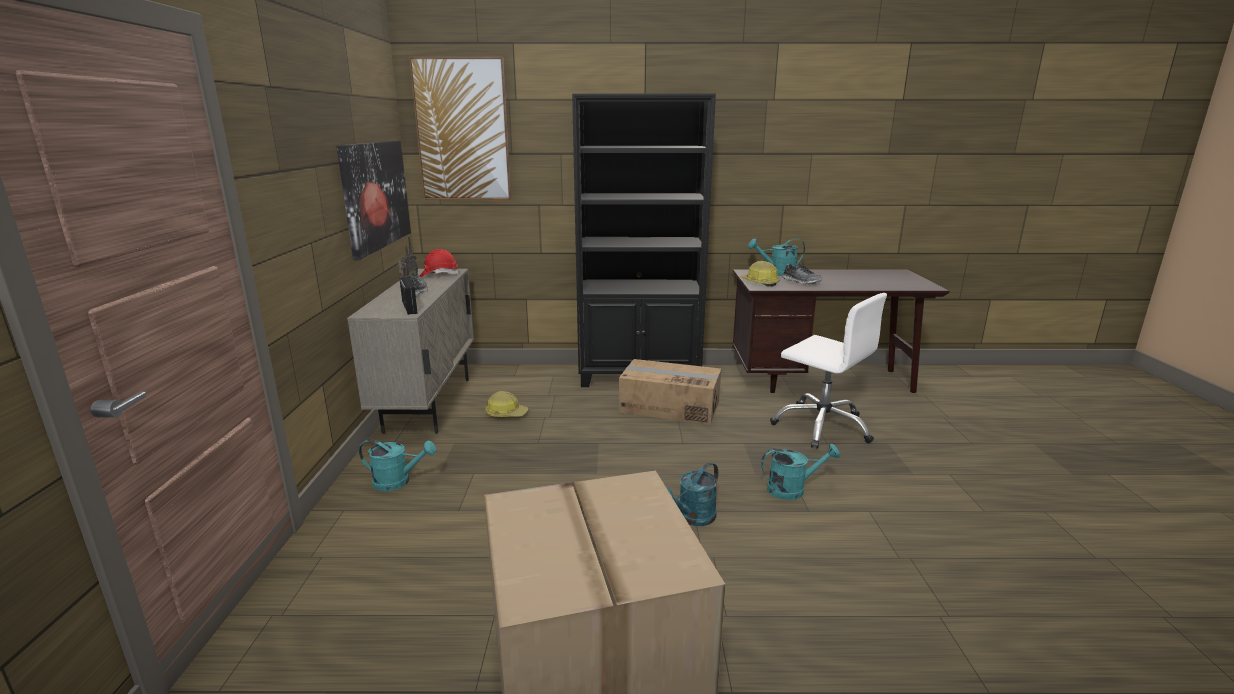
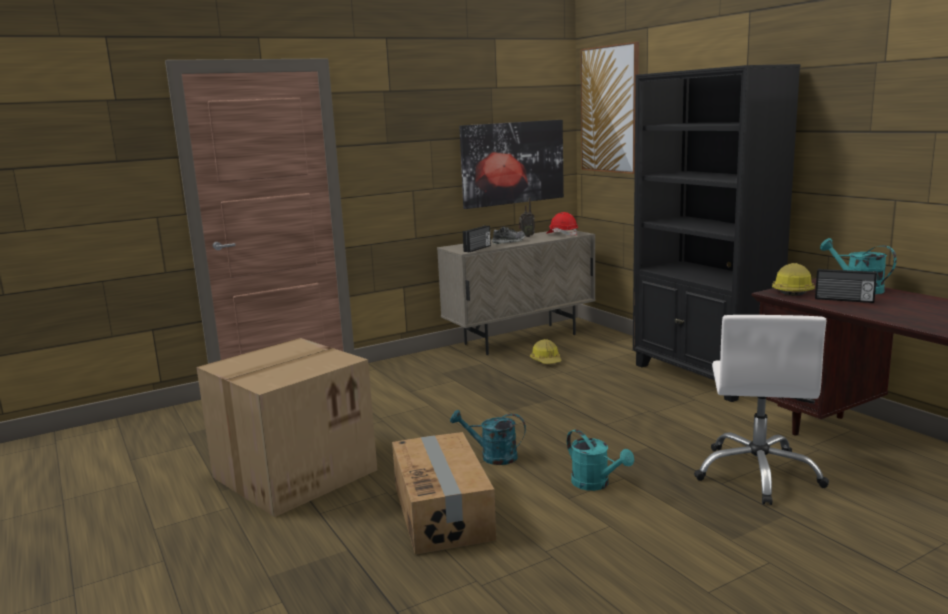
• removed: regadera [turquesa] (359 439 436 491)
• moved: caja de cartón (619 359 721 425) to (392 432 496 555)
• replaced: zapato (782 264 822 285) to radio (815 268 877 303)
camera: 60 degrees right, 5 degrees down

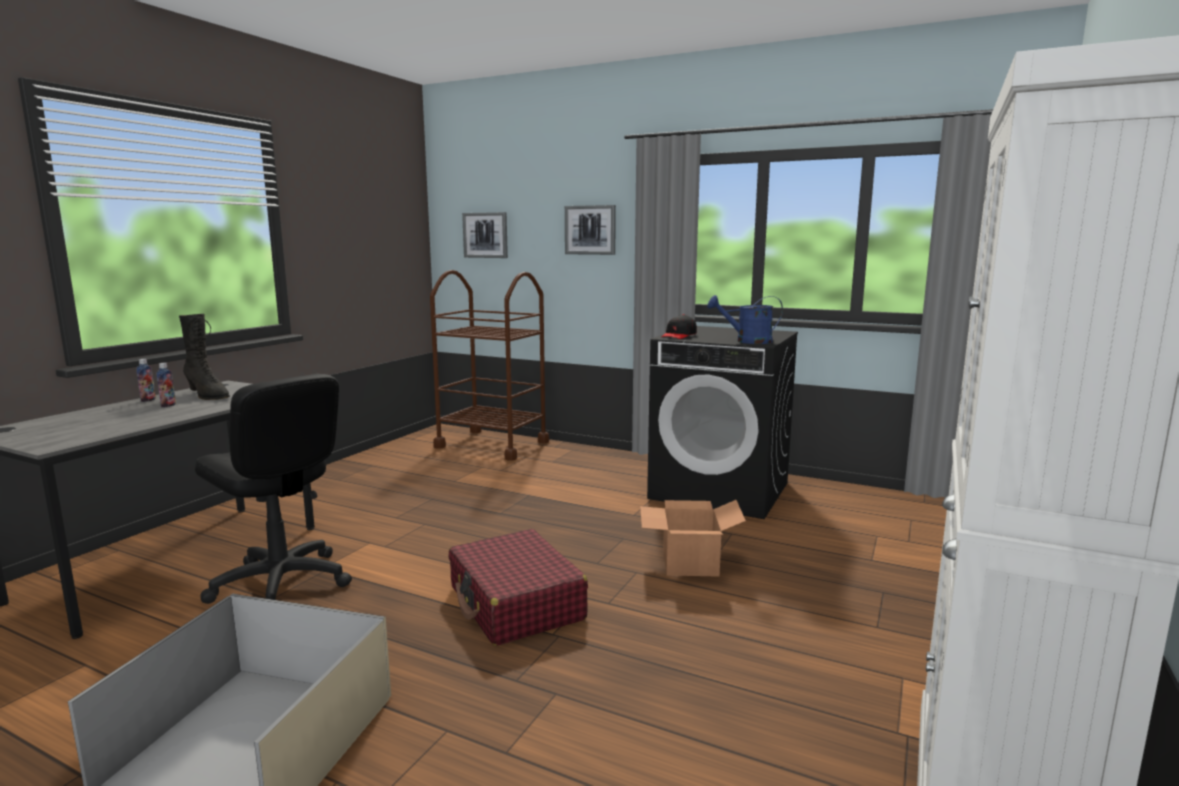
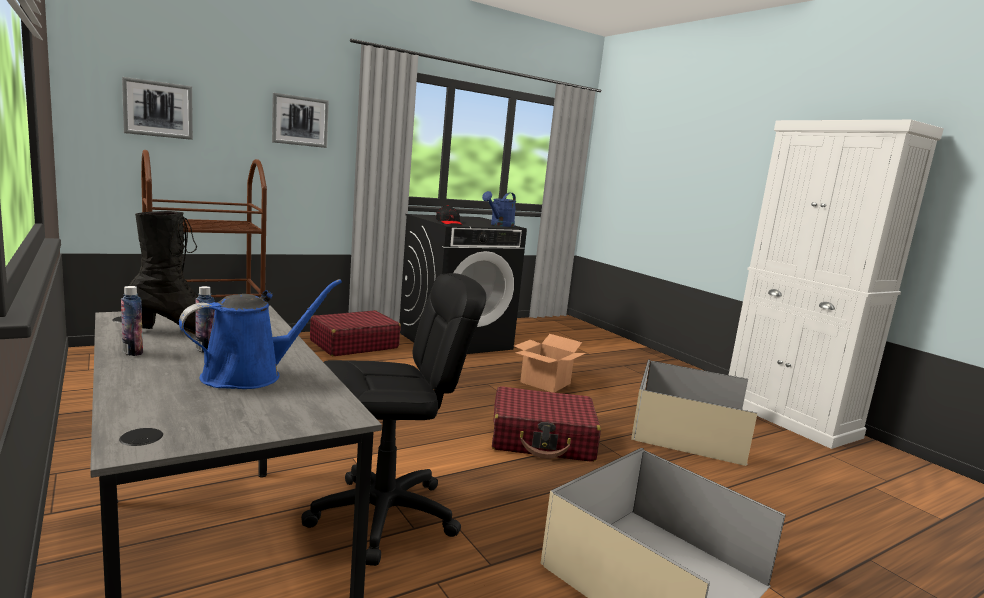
• added: regadera [azul] (179 279 342 389)
• added: maleta [rojo] (310 310 401 356)
• added: caja de almacenaje [beis] (631 359 757 466)
camera: 60 degrees left, 0 degrees up

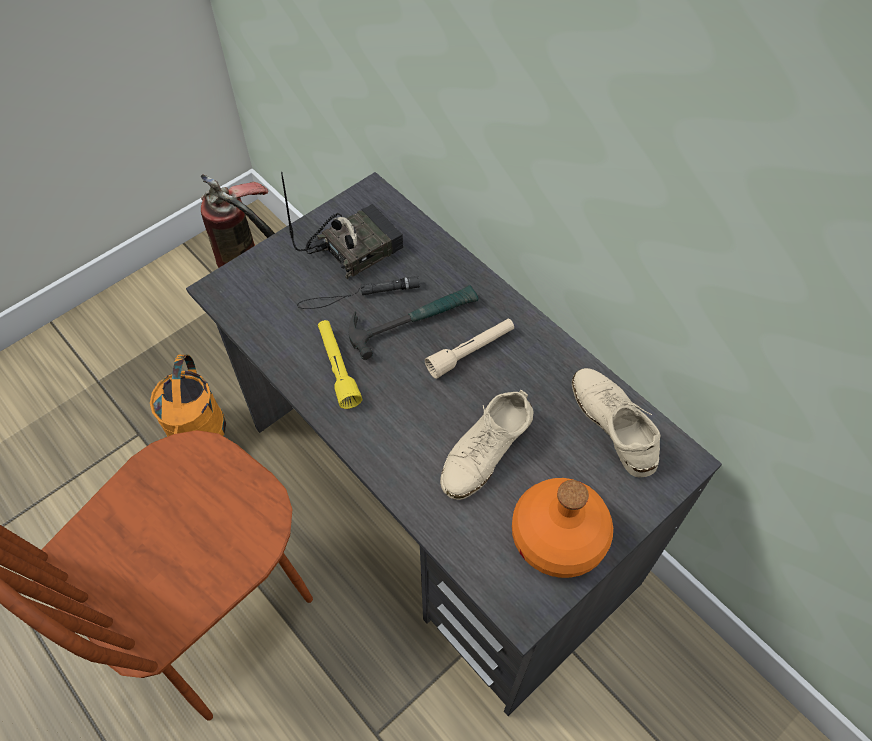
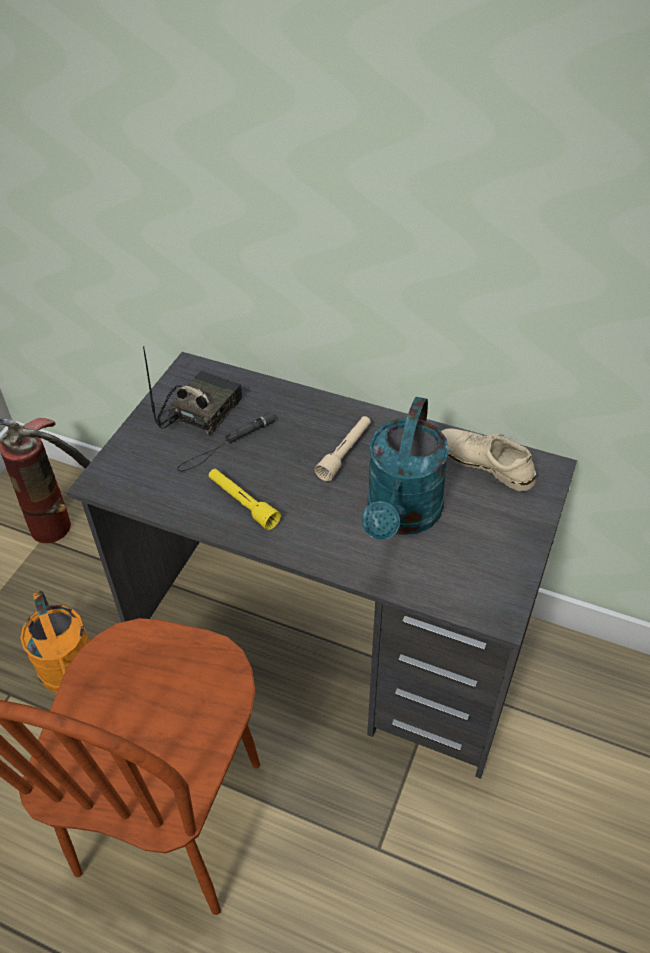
• removed: martillo (348 285 478 360)
• replaced: zapato [beis] (440 390 534 500) to regadera [turquesa] (362 397 449 540)
• removed: botella [naranja] (512 478 613 578)
camera: 25 degrees left, 10 degrees down

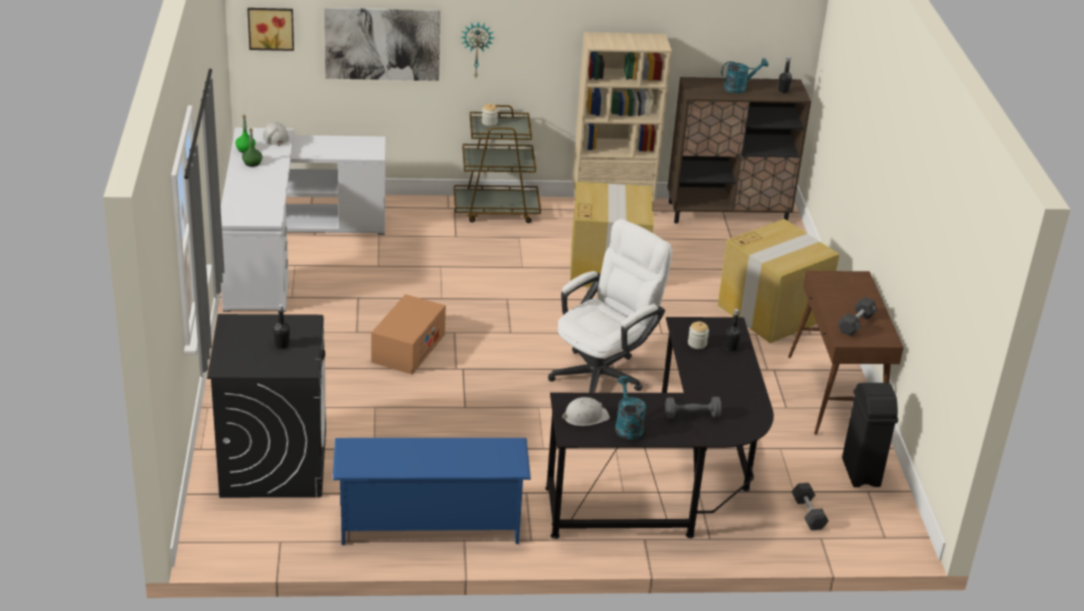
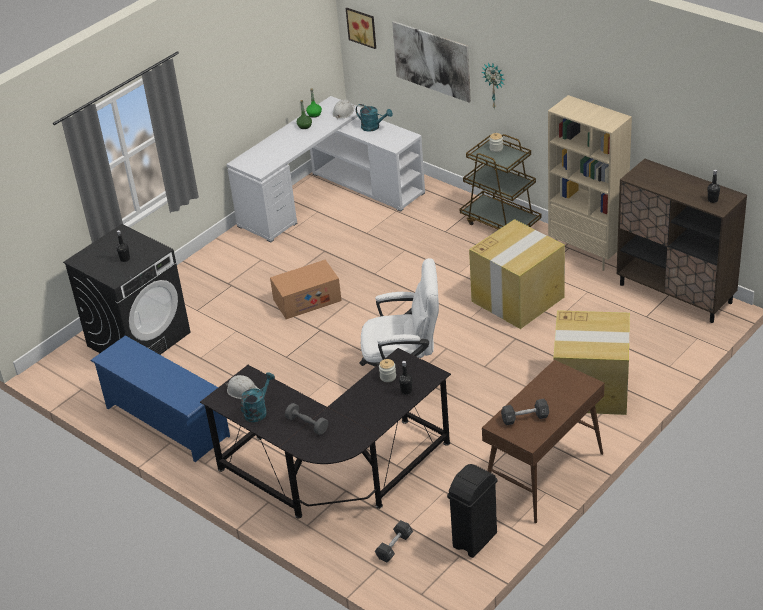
• moved: regadera [turquesa] (721 58 769 93) to (356 104 393 132)
camera: 50 degrees right, 5 degrees up

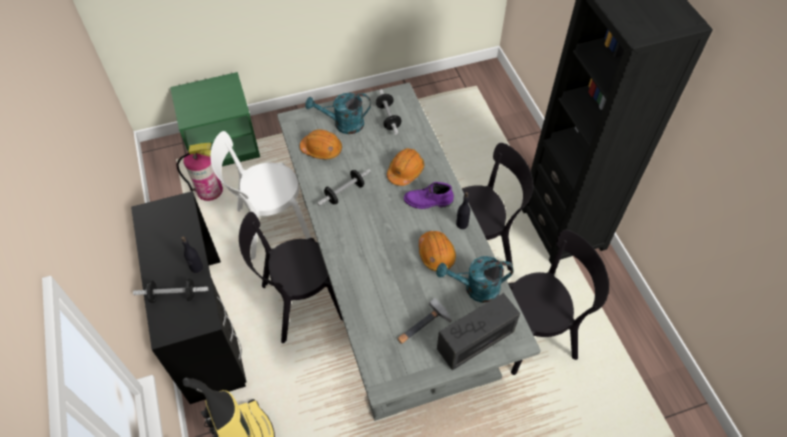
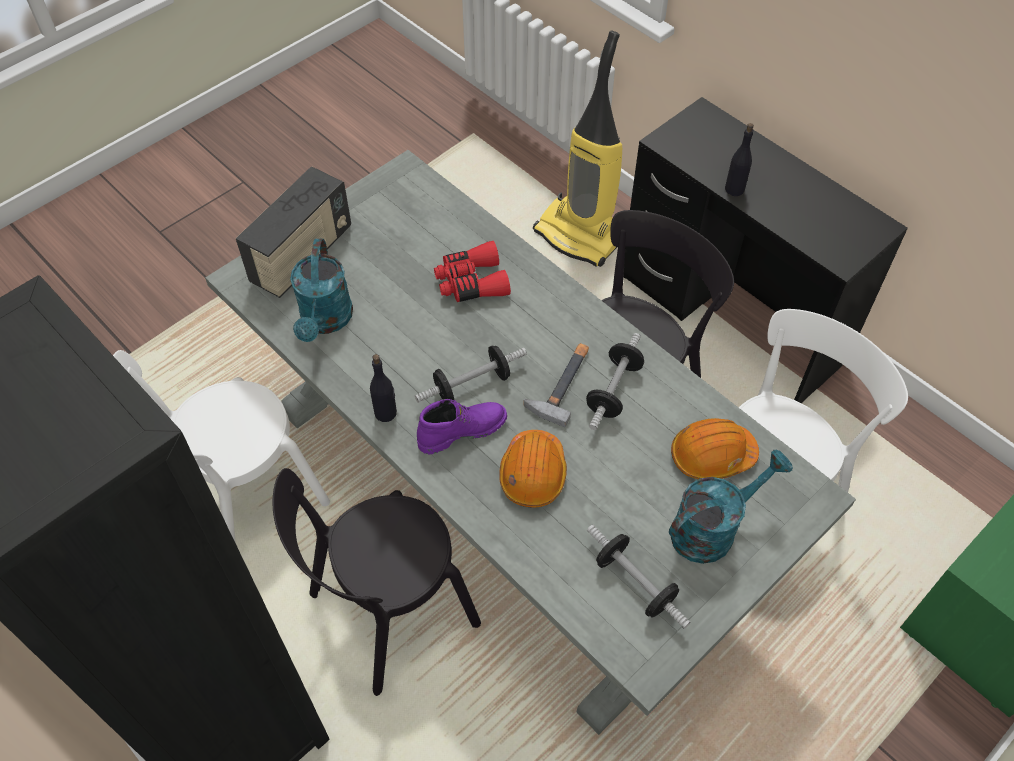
• moved: mancuerna (133 279 208 303) to (415 345 527 403)
• removed: extintor (176 143 223 201)
• moved: martillo (397 298 452 344) to (523 343 589 427)
• removed: casco [naranja] (419 231 456 271)
• turned: regadera [turquesa] (436 256 514 303) = (290 239 353 342) 120 degrees clockwise
• recoloured: silla [negro] (508 230 609 375) to silla [blanco] (113 350 330 543)
• added: prismáticos [rojo] (434 241 511 302)
camera: 155 degrees right, 0 degrees up

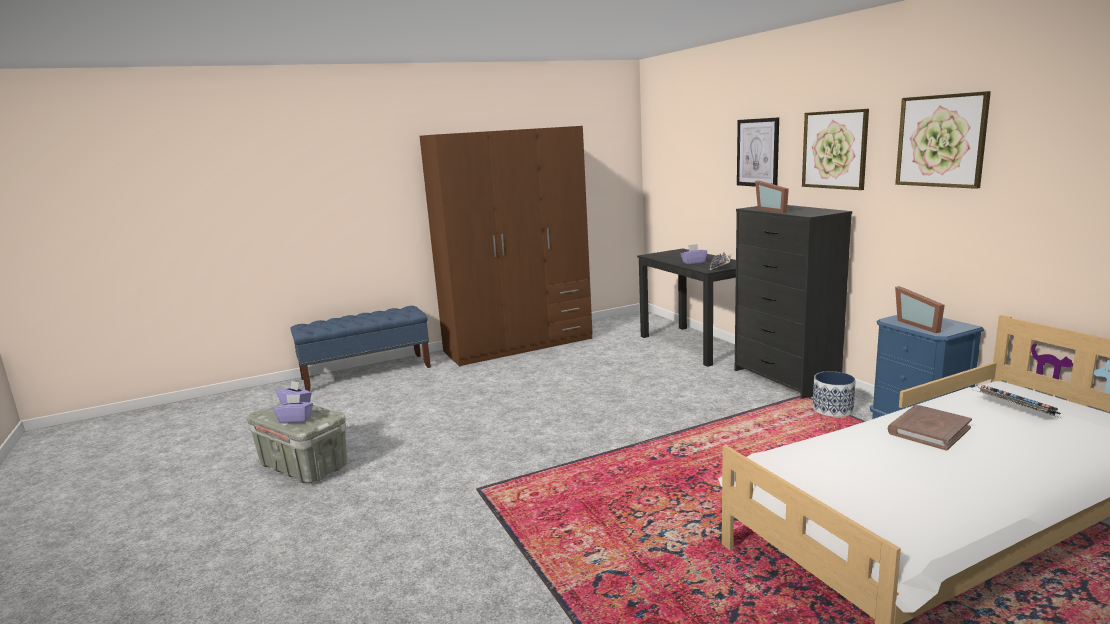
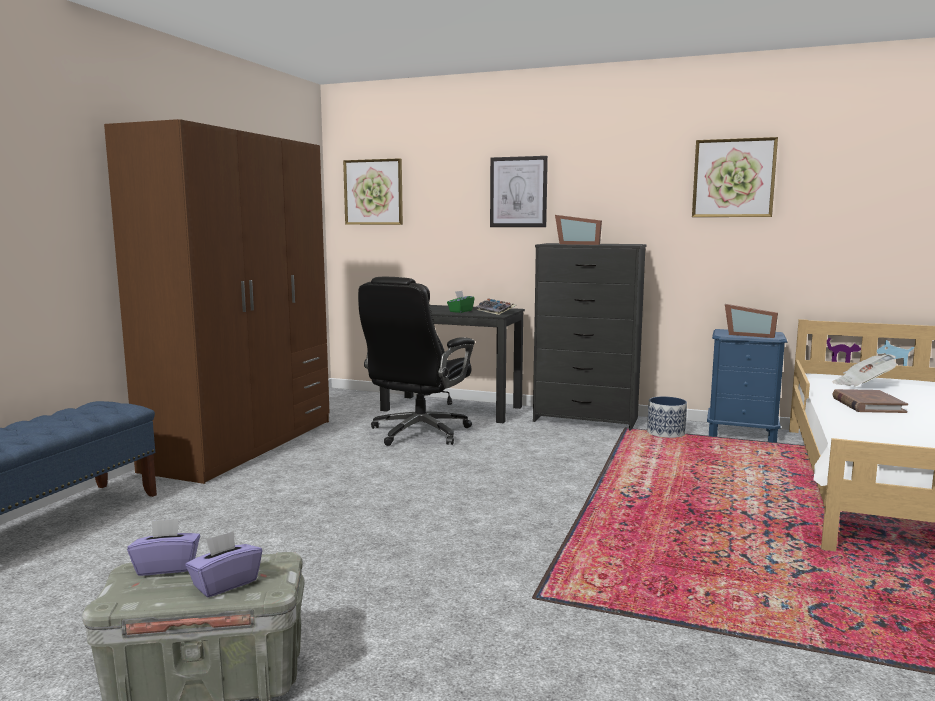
• recoloured: caja de pañuelos [morado] (681 244 707 264) to caja de pañuelos [verde] (447 291 475 313)
• moved: cuadro (802 109 869 190) to (343 158 403 225)
• replaced: teclado (975 385 1062 418) to periódico (833 354 897 386)
• added: silla de oficina [negro] (358 277 475 446)
camera: 45 degrees left, 5 degrees down

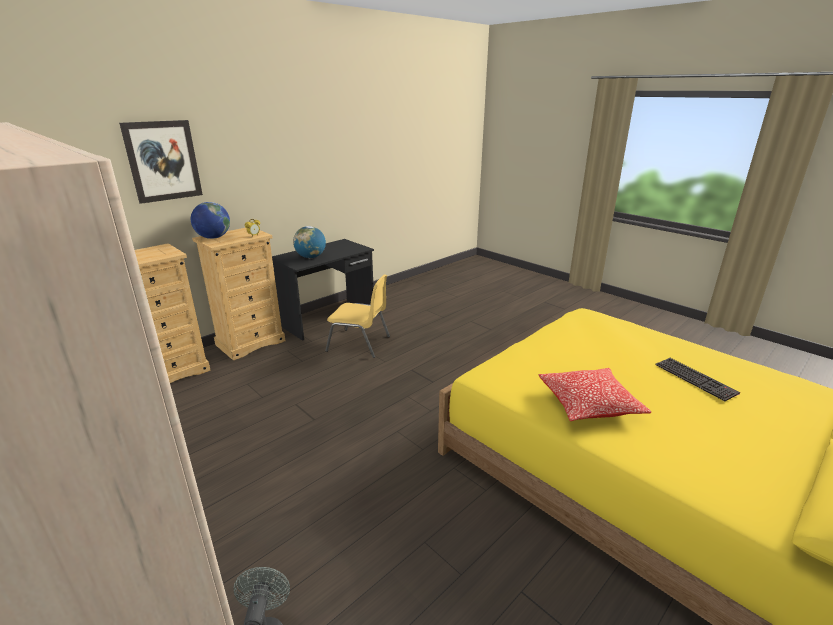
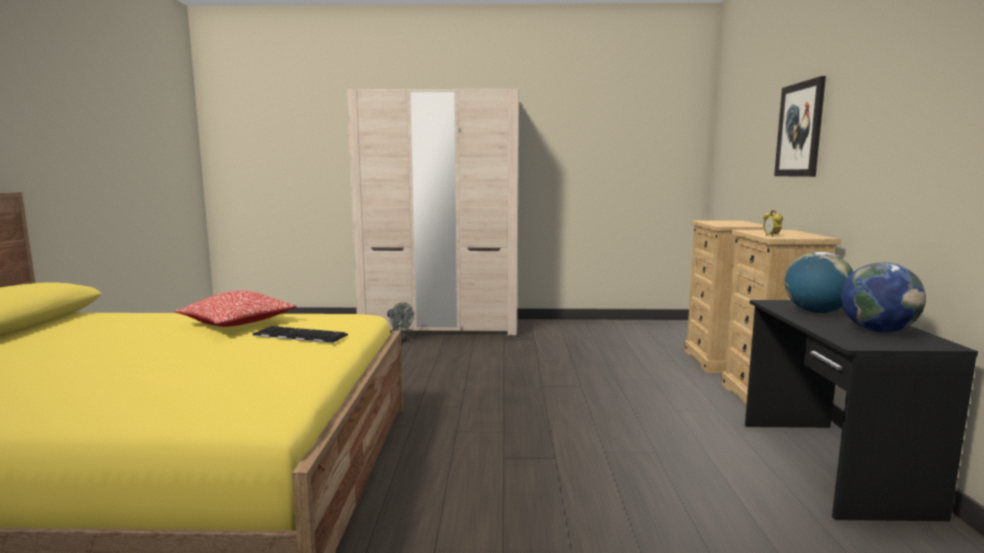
• moved: globo terráqueo (191 202 230 239) to (841 262 926 333)
• removed: silla [amarillo] (325 274 390 358)
• moved: teclado (655 358 740 401) to (253 326 348 343)
camera: 135 degrees right, 15 degrees down

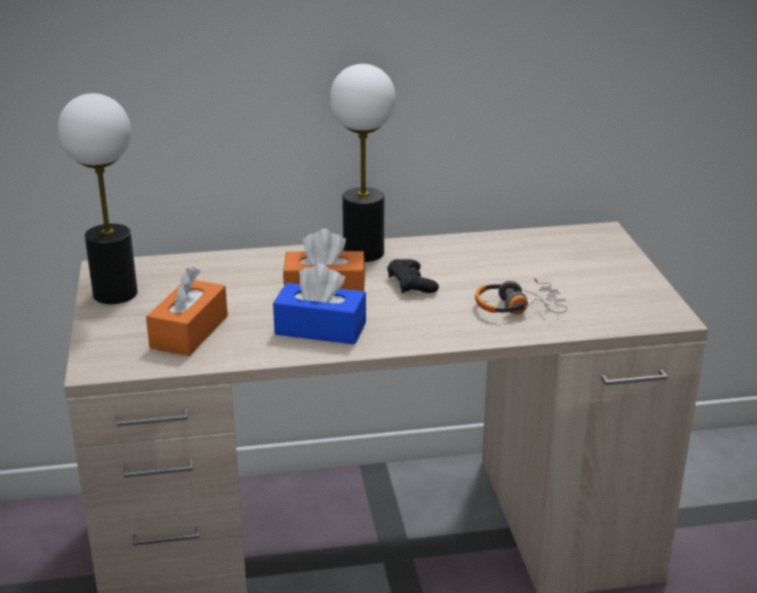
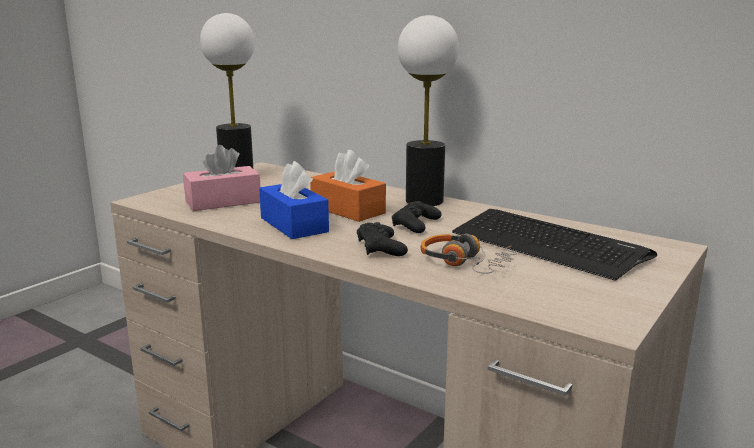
• recoloured: caja de pañuelos [naranja] (146 267 228 356) to caja de pañuelos [rosa] (183 145 260 211)
• added: mando de consola [negro] (357 222 408 256)
• added: teclado (452 209 657 281)
camera: 45 degrees right, 10 degrees down

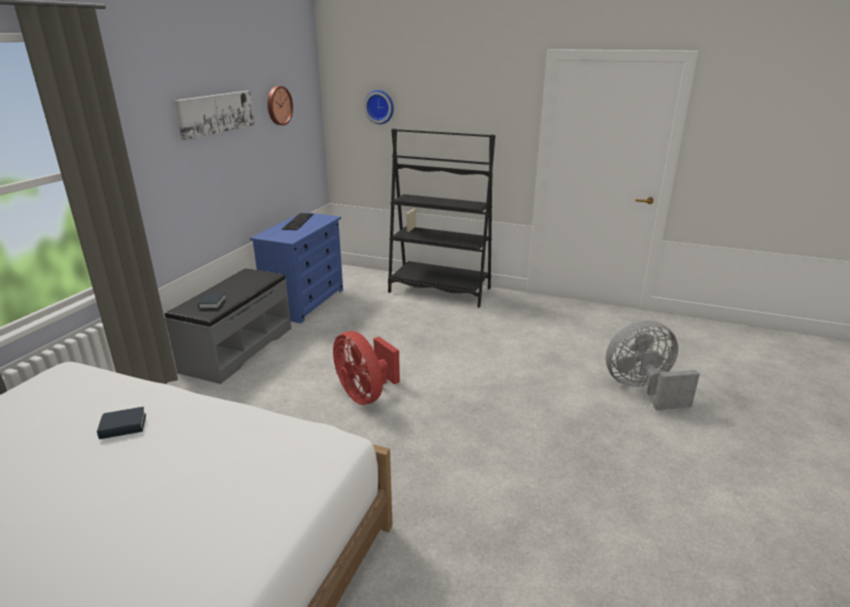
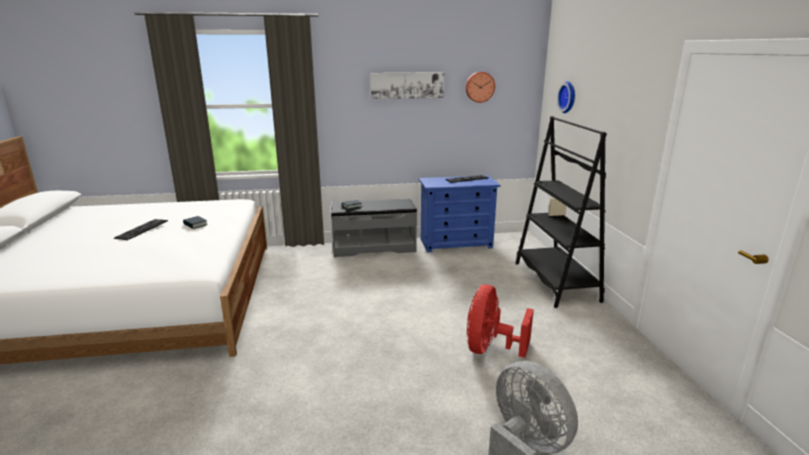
• moved: ventilador [rojo] (333 331 400 405) to (467 285 534 358)
• added: teclado (114 219 168 240)
camera: 60 degrees right, 5 degrees down

